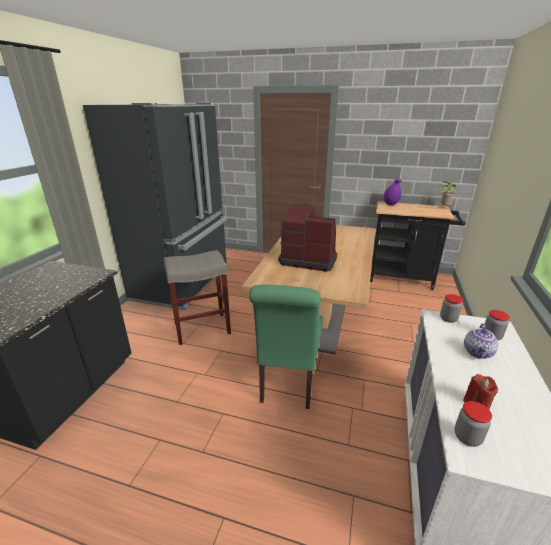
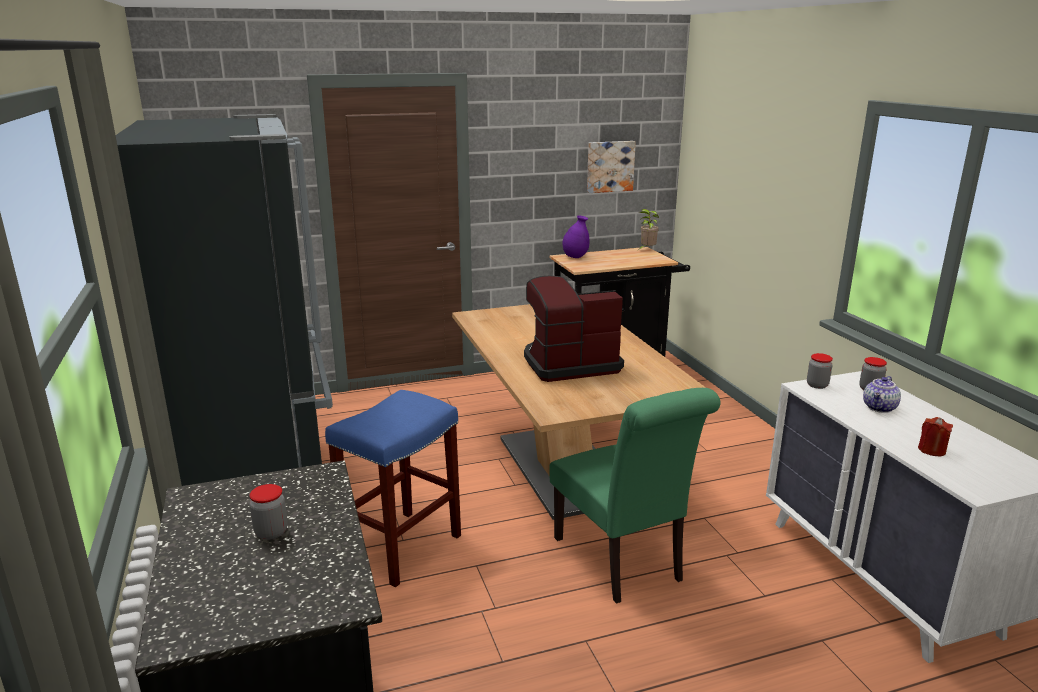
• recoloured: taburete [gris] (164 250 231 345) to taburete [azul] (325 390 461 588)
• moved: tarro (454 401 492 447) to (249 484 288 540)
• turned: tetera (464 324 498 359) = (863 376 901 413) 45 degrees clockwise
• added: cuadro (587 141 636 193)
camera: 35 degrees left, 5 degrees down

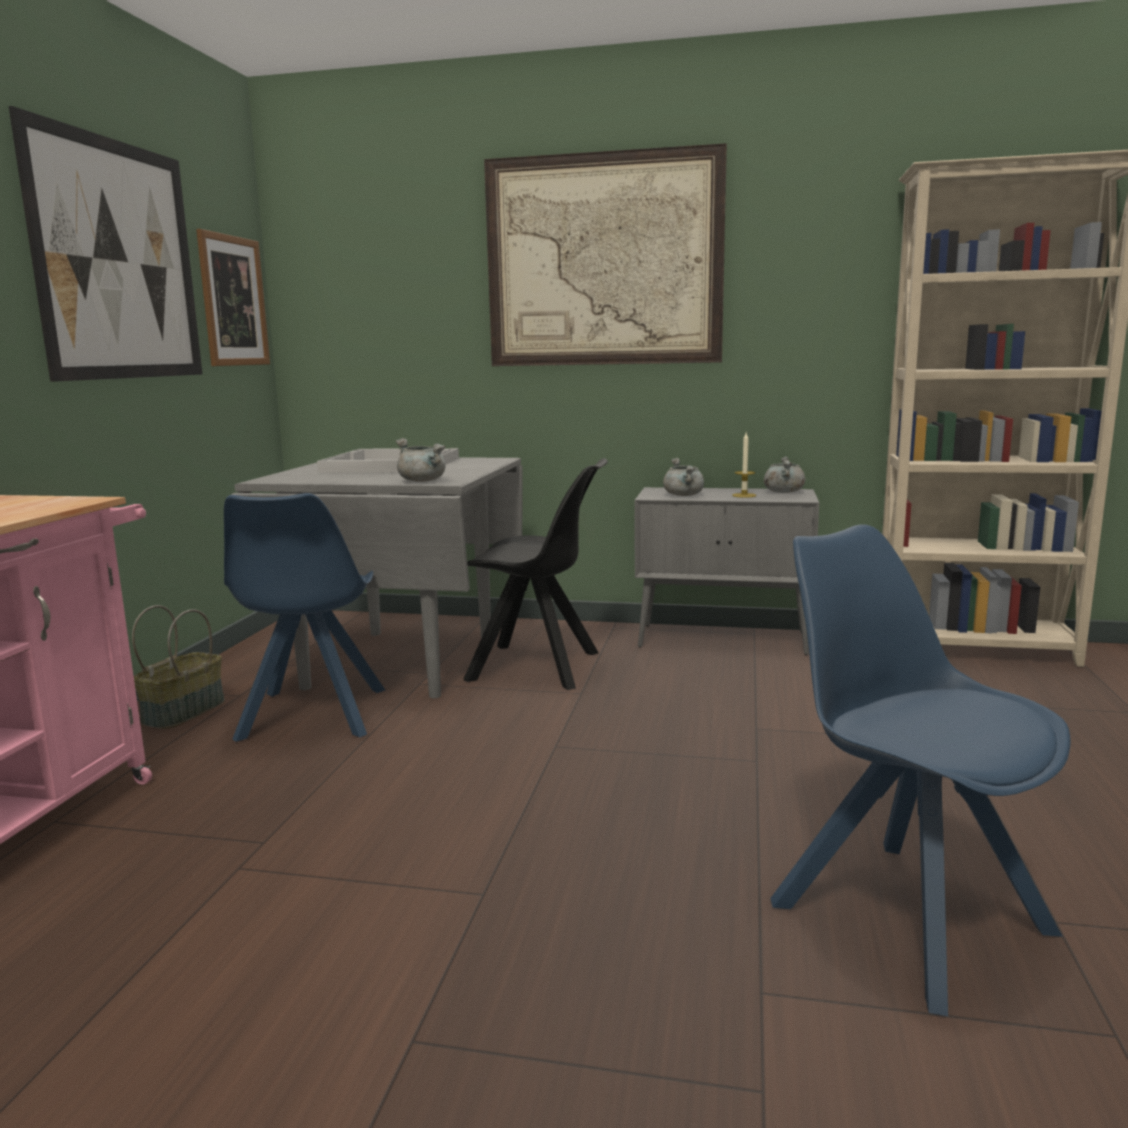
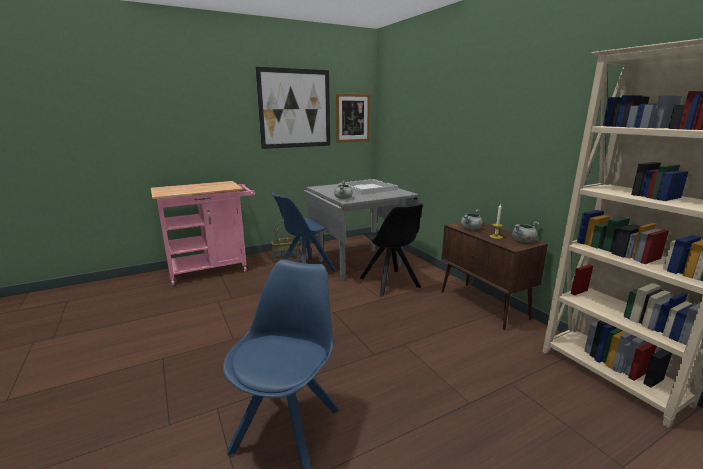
• removed: cuadro (484 143 727 366)
• recoloured: armario [gris] (635 487 819 655) to armario [marrón] (441 222 548 330)
camera: 50 degrees right, 5 degrees up

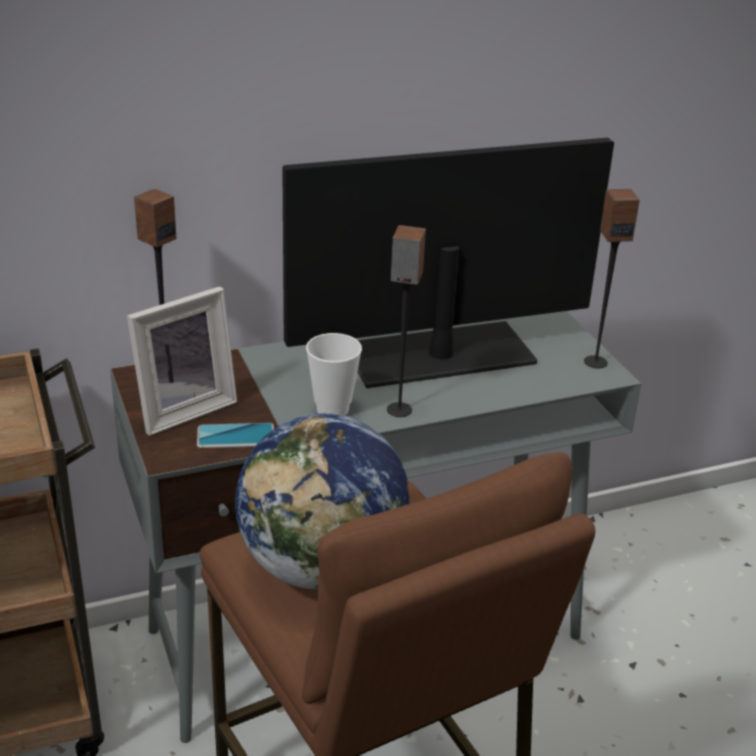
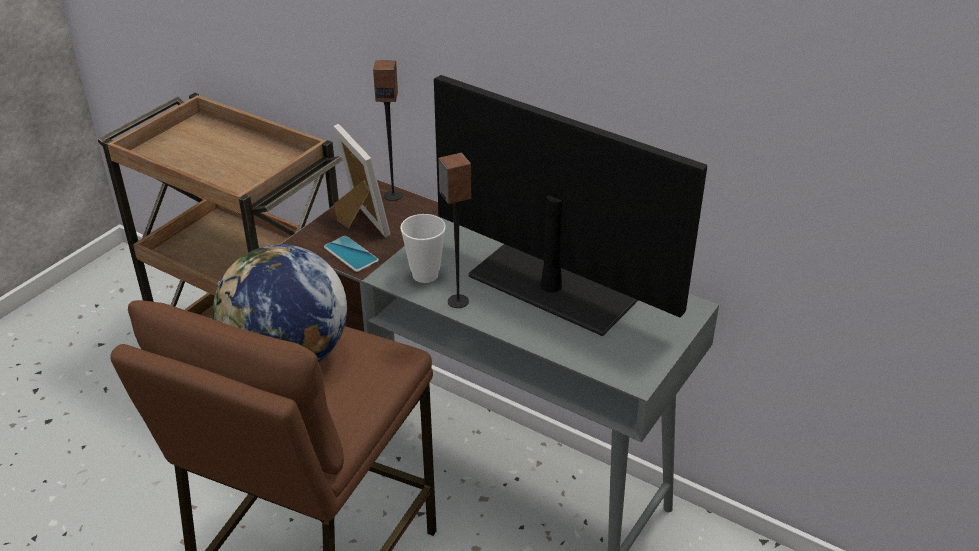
• turned: portarretratos (127 286 237 436) = (333 124 390 238) 135 degrees counterclockwise
• removed: altavoz (584 189 640 368)
camera: 55 degrees right, 5 degrees up

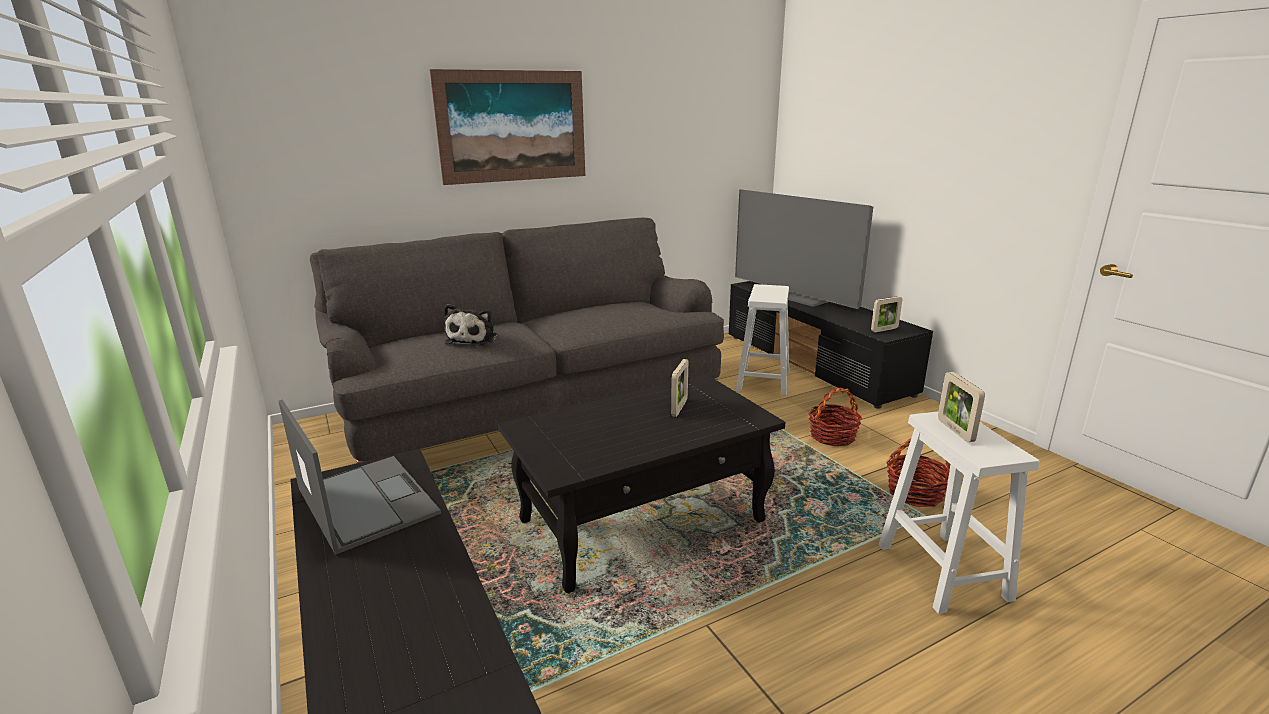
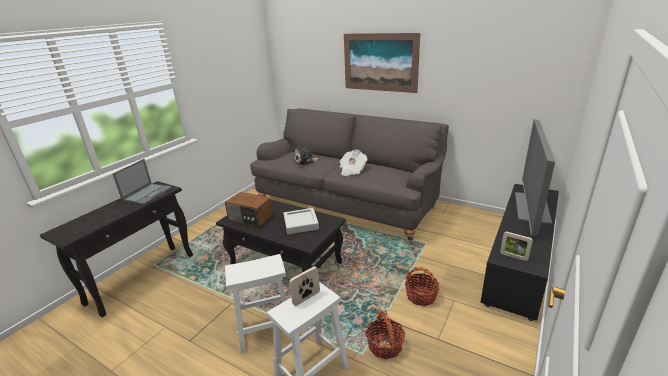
• replaced: portarretratos (671 359 688 417) to bandeja [gris] (284 208 319 234)
• moved: taburete [blanco] (736 284 789 396) to (225 254 292 354)
• added: radio (225 192 272 227)
• added: periódico (340 150 367 176)
camera: 60 degrees right, 5 degrees up

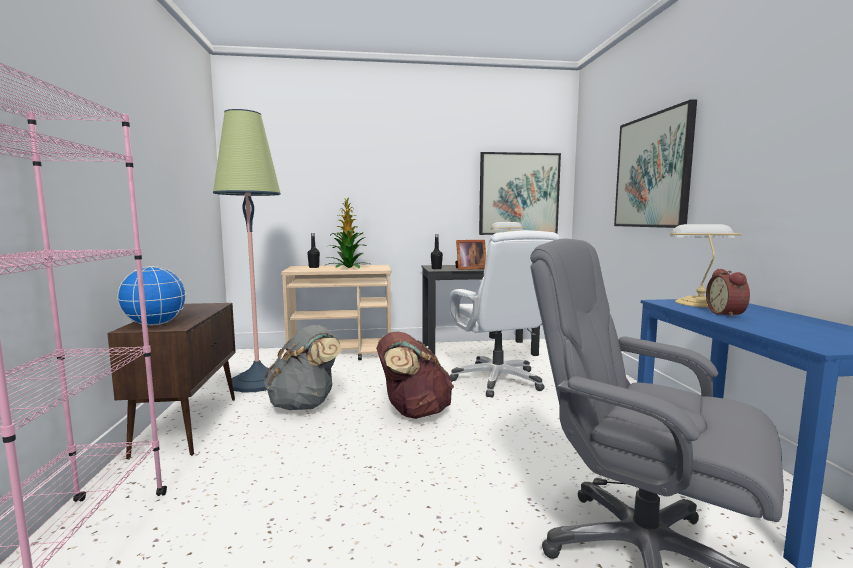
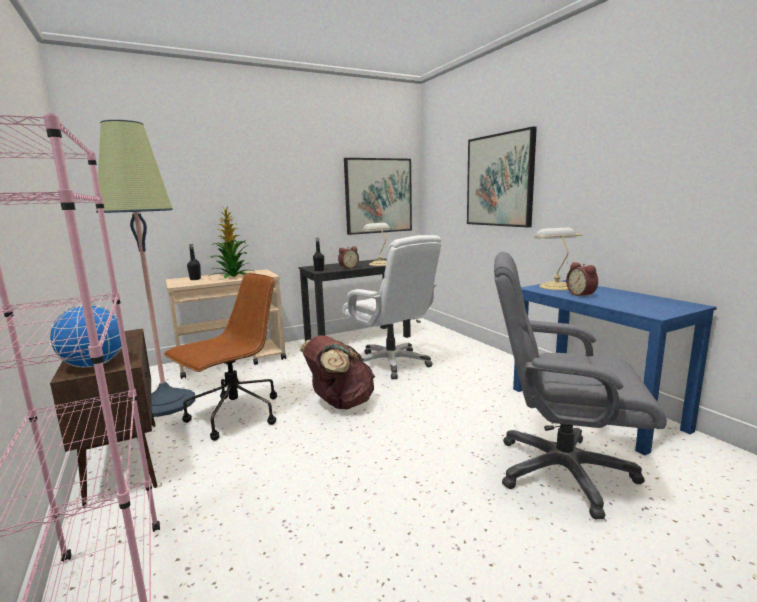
• replaced: mochila [gris] (264 325 341 410) to silla de oficina [marrón] (164 273 277 441)
• replaced: portarretratos (455 240 486 270) to despertador (338 246 359 269)
camera: 20 degrees left, 5 degrees up

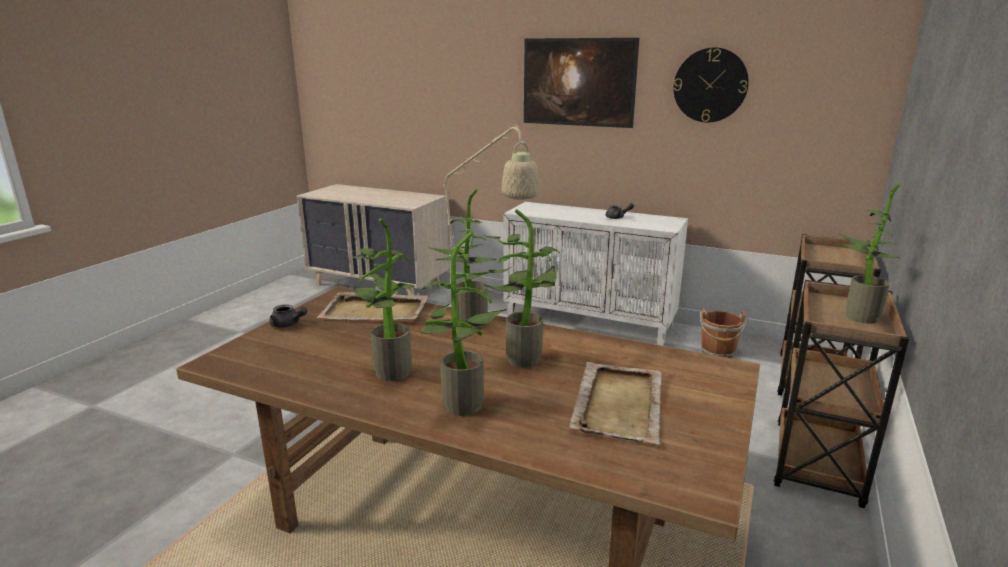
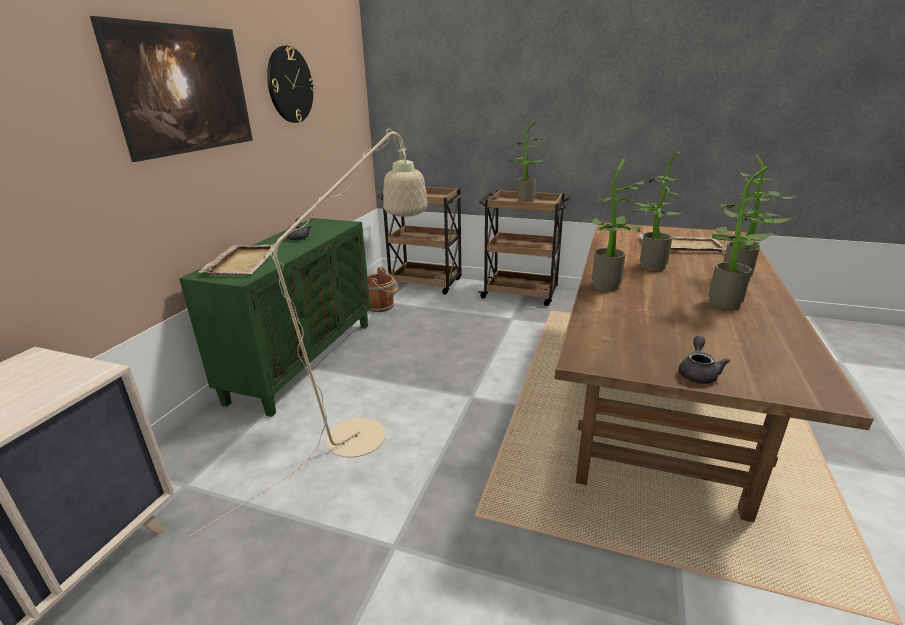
• moved: bandeja [beis] (317 292 428 320) to (199 245 275 275)
• recoloured: armario [blanco] (504 202 688 346) to armario [verde] (179 218 371 417)
camera: 95 degrees left, 5 degrees up

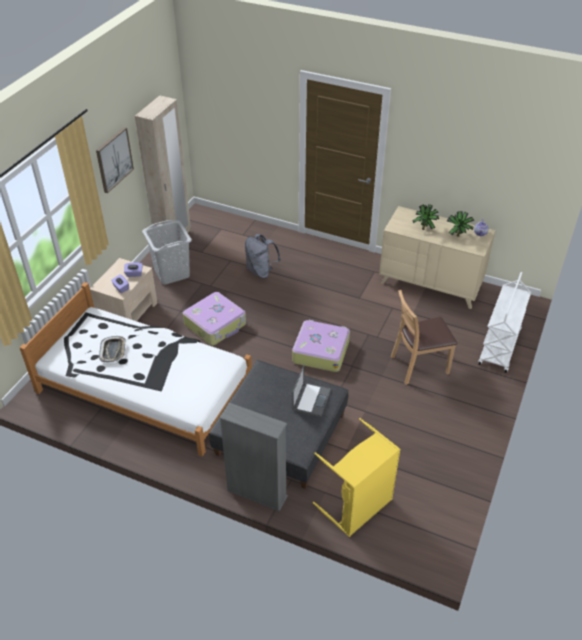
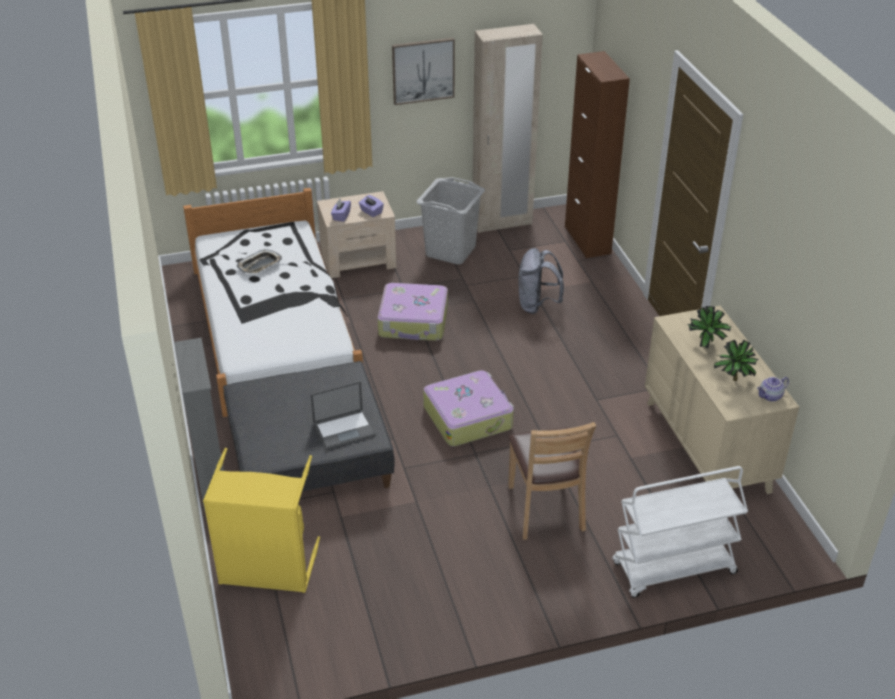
• turned: silla [marrón] (391 290 458 385) = (508 422 596 540) 135 degrees counterclockwise
• added: armario [marrón] (565 51 630 258)
camera: 50 degrees right, 5 degrees down

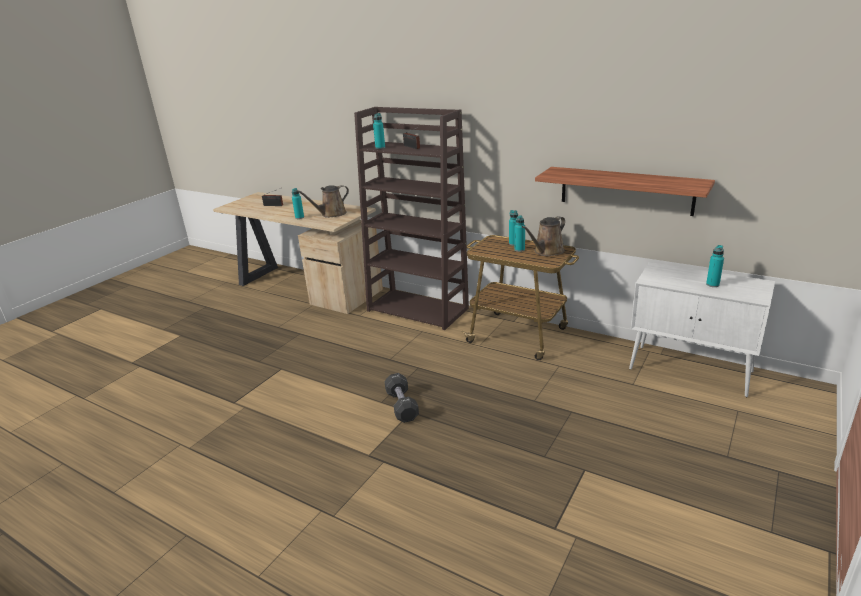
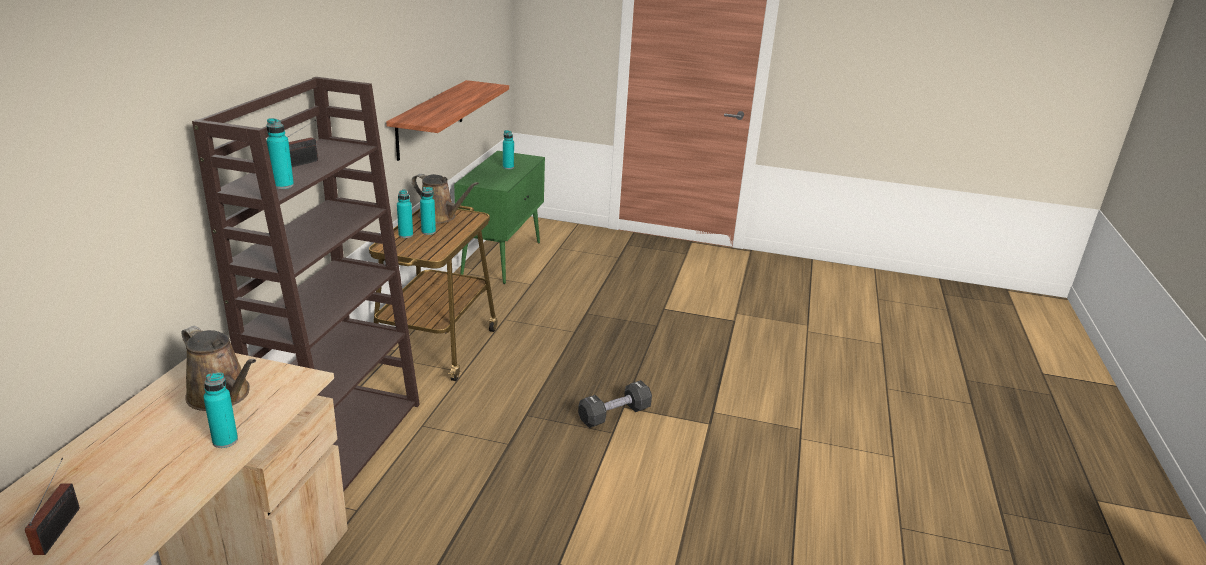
• recoloured: armario [blanco] (629 262 775 397) to armario [verde] (454 151 545 284)
camera: 110 degrees left, 0 degrees up

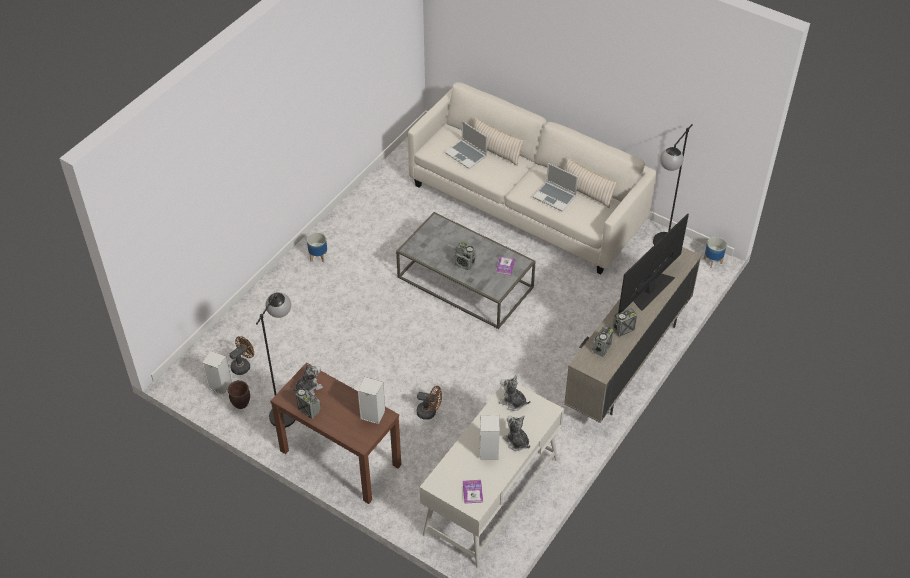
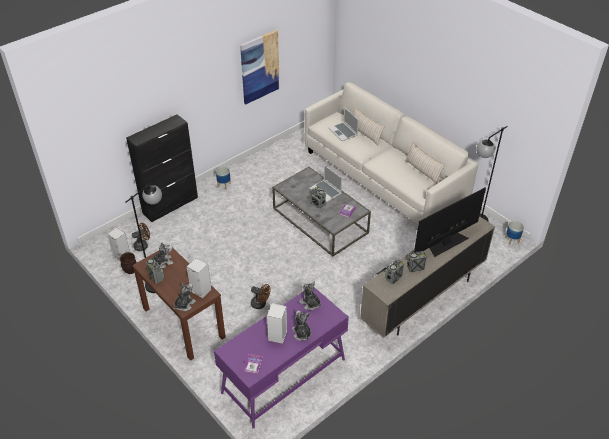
• recoloured: escritorio [blanco] (420 379 564 568) to escritorio [morado] (214 287 349 429)
• moved: portátil (533 163 578 211) to (309 165 342 202)
• added: armario [negro] (126 114 198 222)
• added: peluche (173 283 196 311)
• added: cuadro (240 30 280 104)
camera: 15 degrees right, 5 degrees down

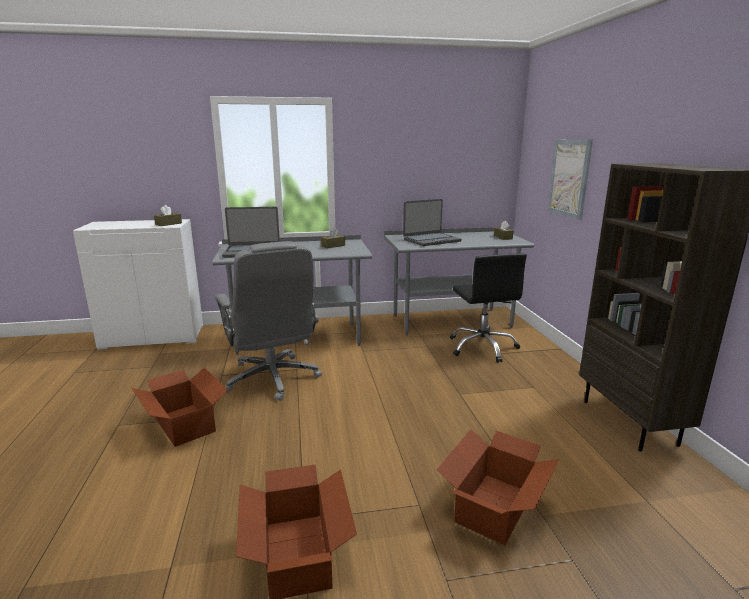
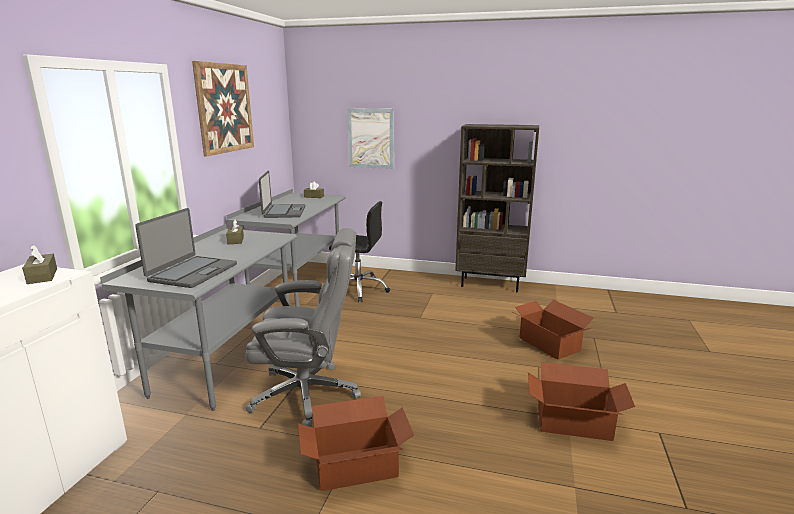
• added: cuadro (192 61 254 156)
camera: 65 degrees left, 0 degrees up

